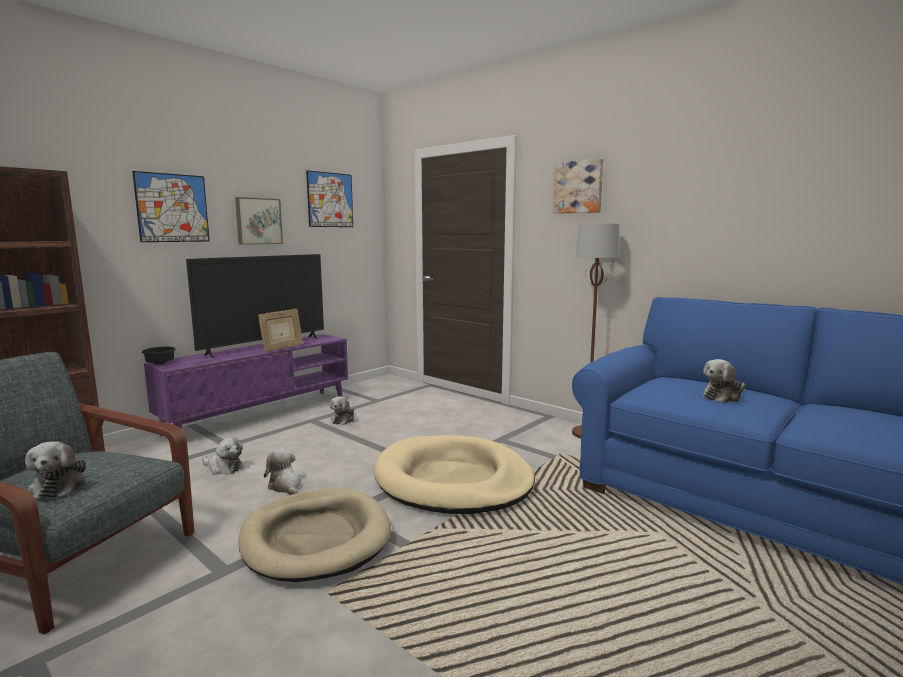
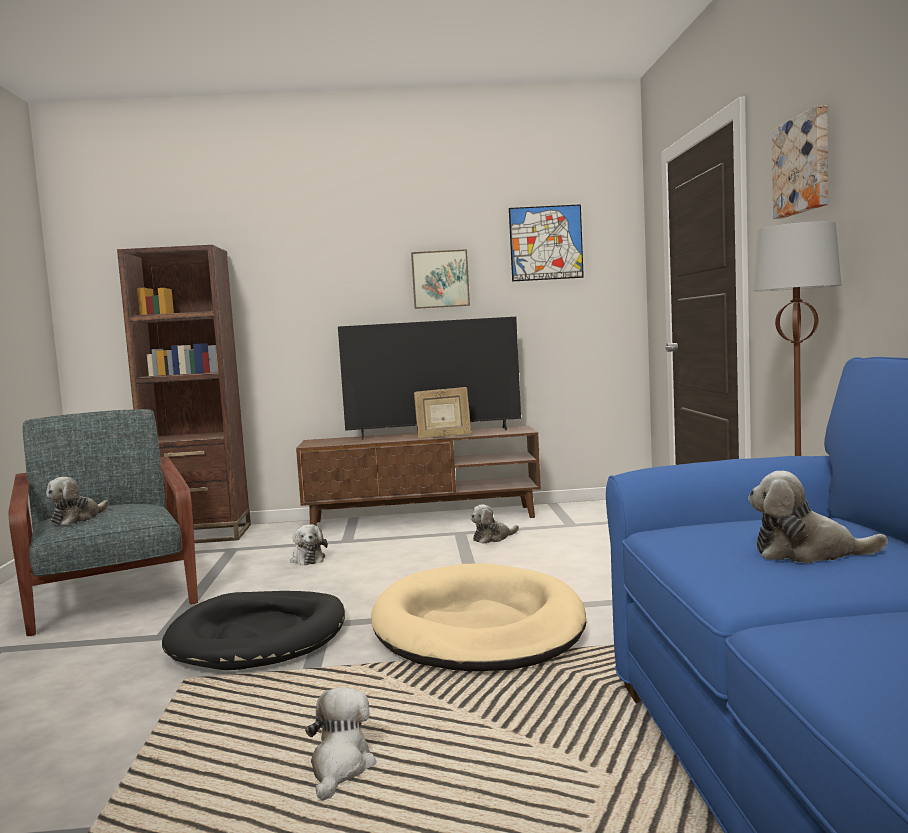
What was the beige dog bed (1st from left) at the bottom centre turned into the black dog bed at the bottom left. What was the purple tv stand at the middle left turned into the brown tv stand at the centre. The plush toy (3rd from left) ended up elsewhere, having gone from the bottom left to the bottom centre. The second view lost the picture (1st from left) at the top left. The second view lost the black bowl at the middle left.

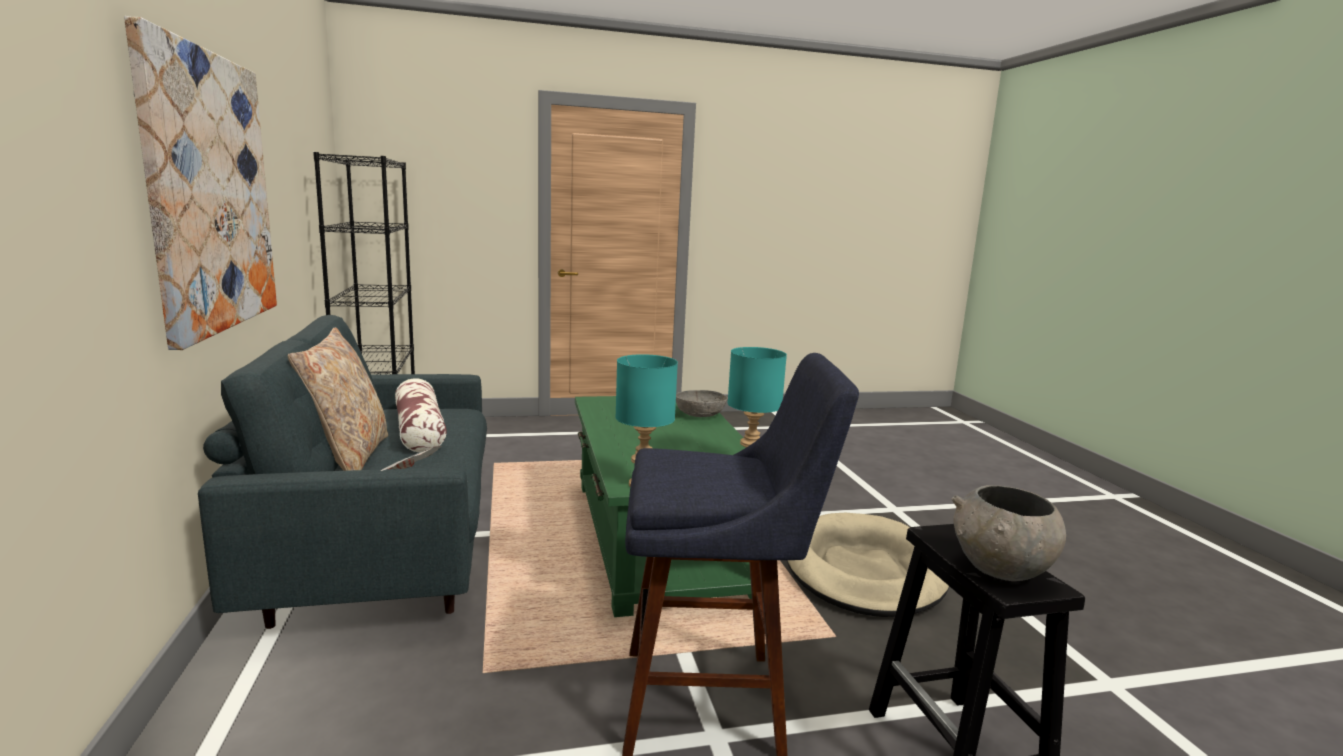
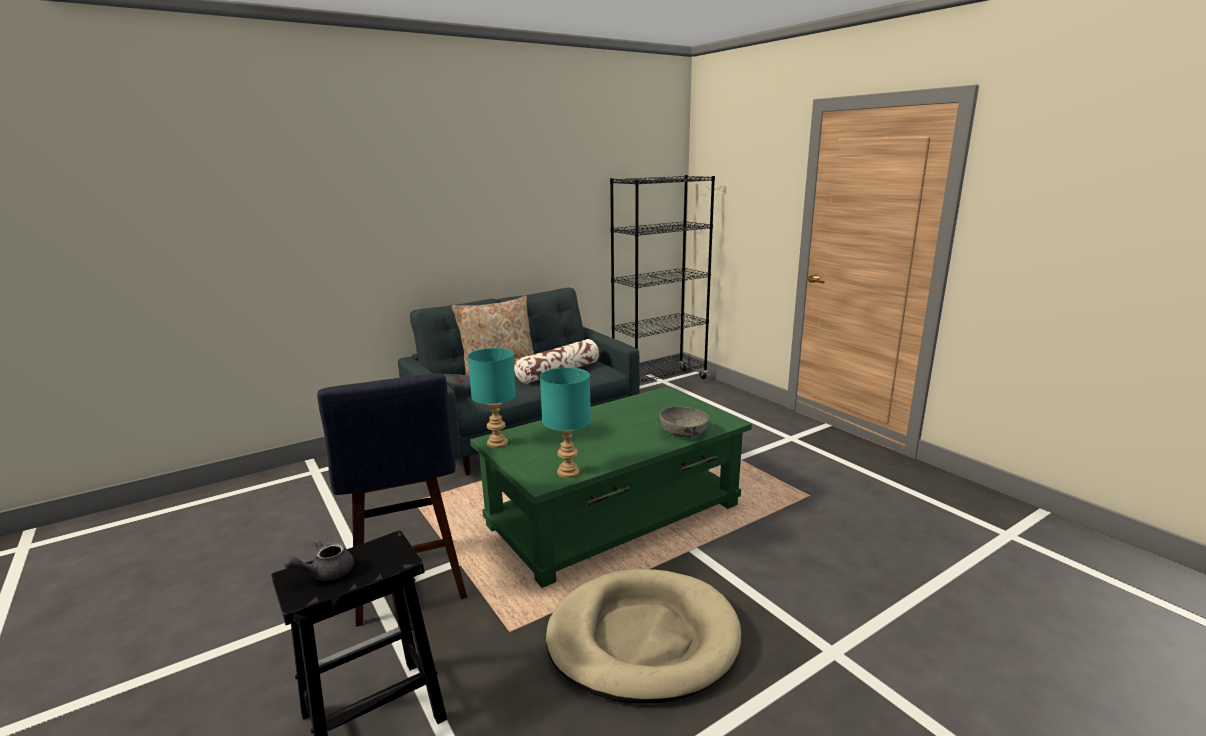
Where the grey bowl (2nd from left) stood at the bottom right, the grey teapot came to stand at the bottom left. The second view lost the picture at the top left.

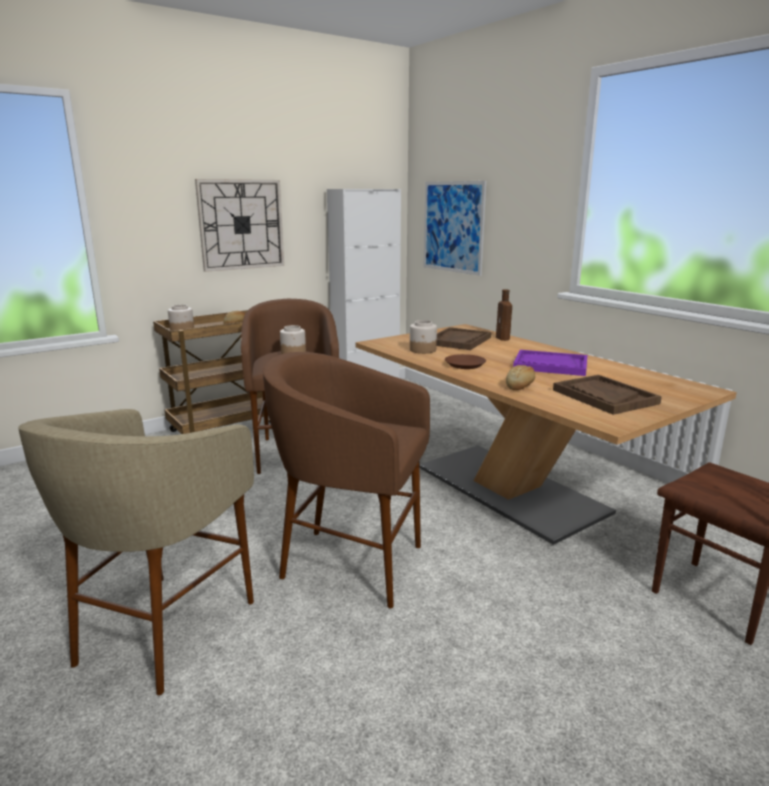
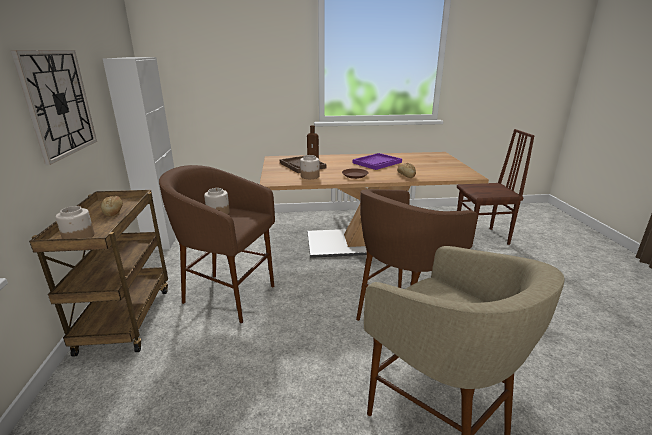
The second view lost the picture at the top centre. The second view lost the brown tray (2nd from left) at the middle right.

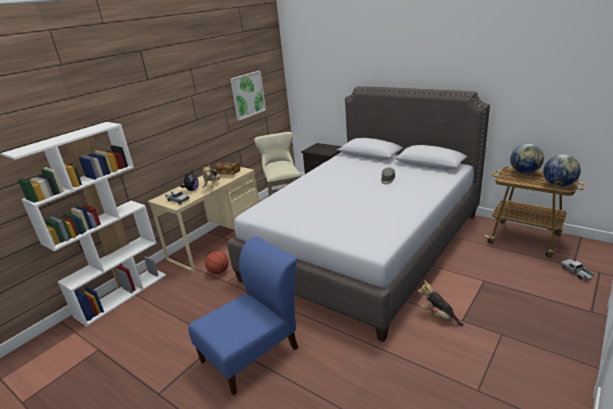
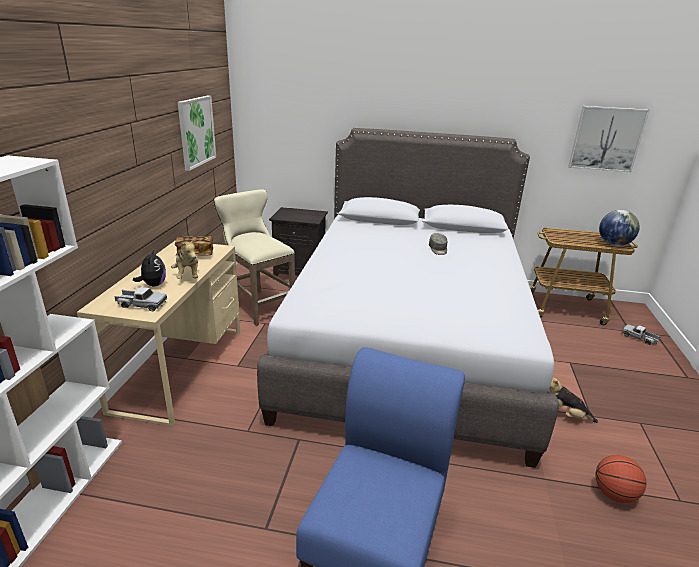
The second view gained the picture (2nd from left) at the top right. The basketball ended up elsewhere, having gone from the centre to the bottom right. The second view lost the globe (1st from left) at the middle right.

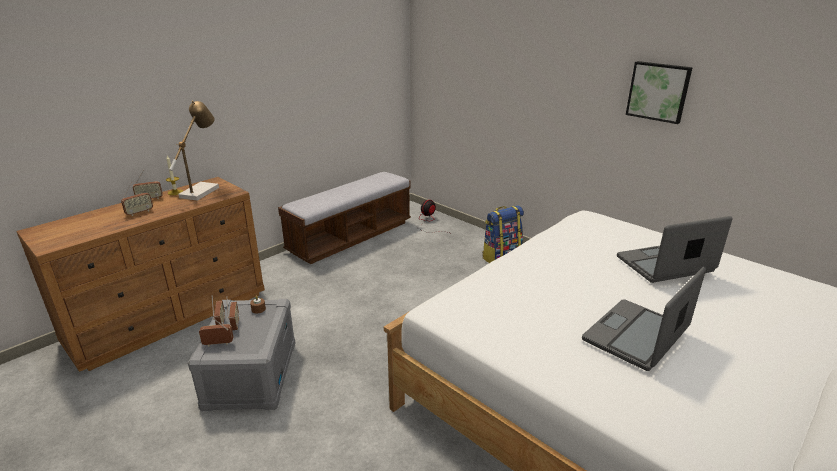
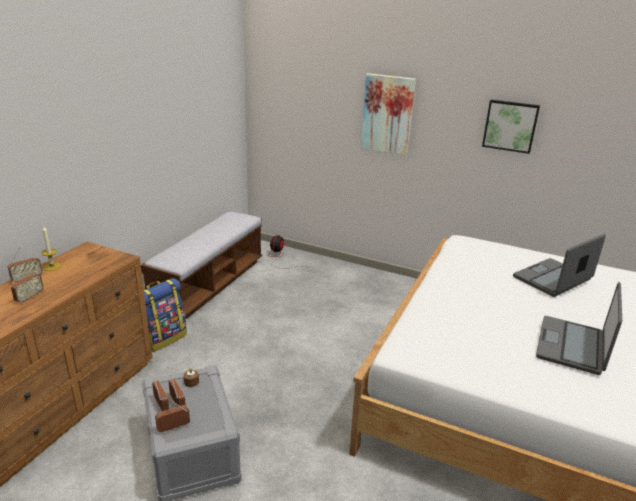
The backpack ended up elsewhere, having gone from the centre to the middle left. The second view gained the picture (1st from left) at the top centre. The second view lost the table lamp at the top left.

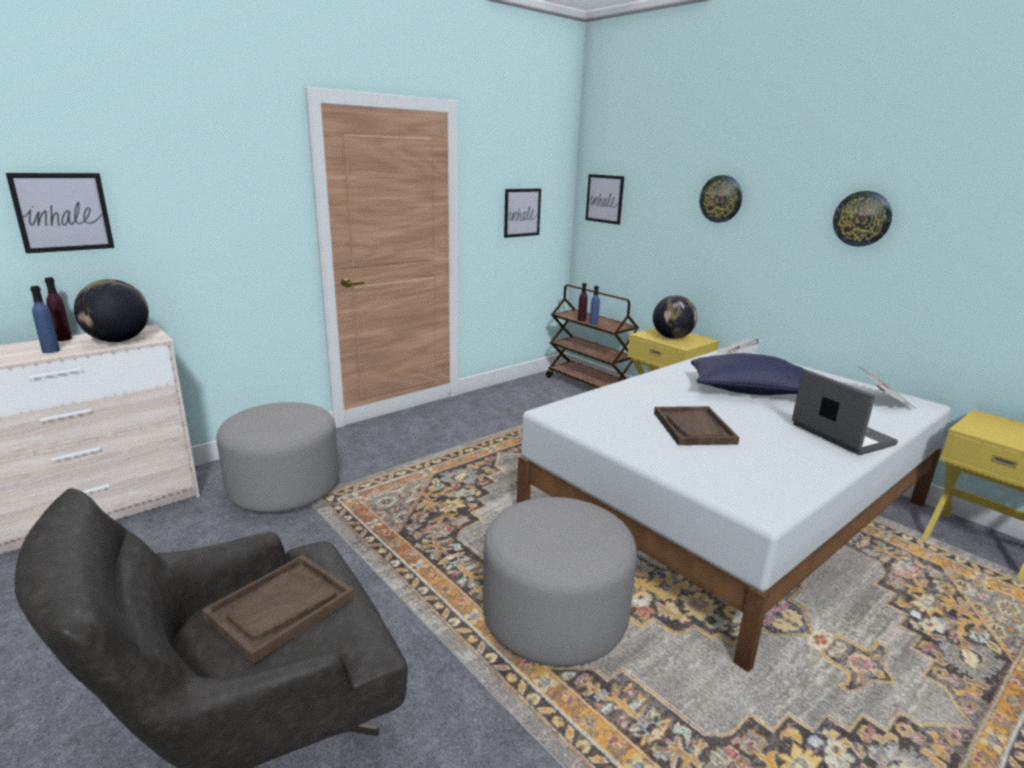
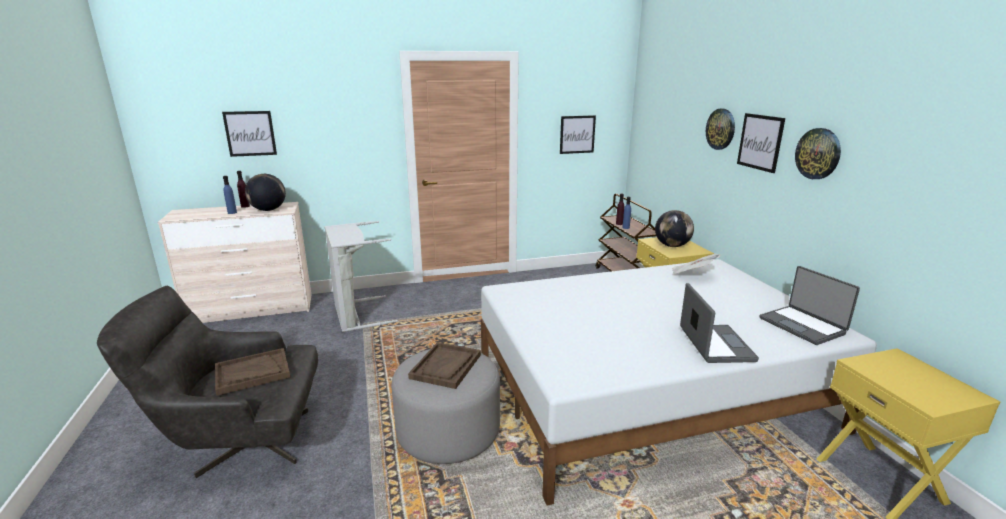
Where the grey ottoman (1st from left) stood at the middle left, the grey laundry basket came to stand at the centre. The brown tray (2nd from left) ended up elsewhere, having gone from the middle right to the bottom centre. The picture (3rd from left) ended up elsewhere, having gone from the top centre to the top right. Where the newspaper (2nd from left) stood at the middle right, the laptop (2nd from left) came to stand at the middle right. The second view lost the blue pillow at the middle right.

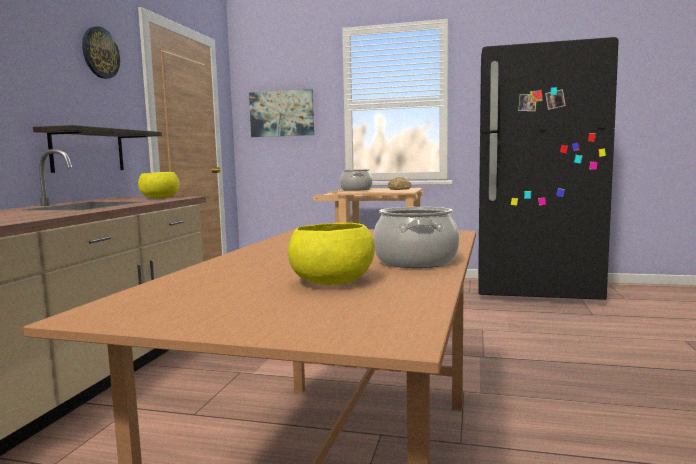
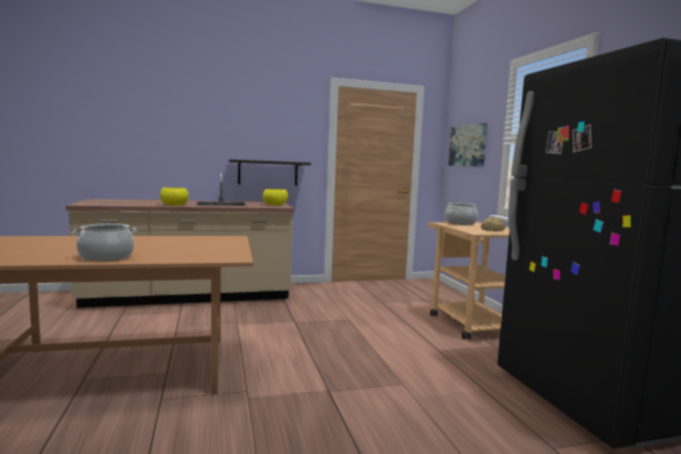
The yellow bowl (2nd from left in the first image) ended up elsewhere, having gone from the centre to the middle left. The second view lost the wall clock at the top left.

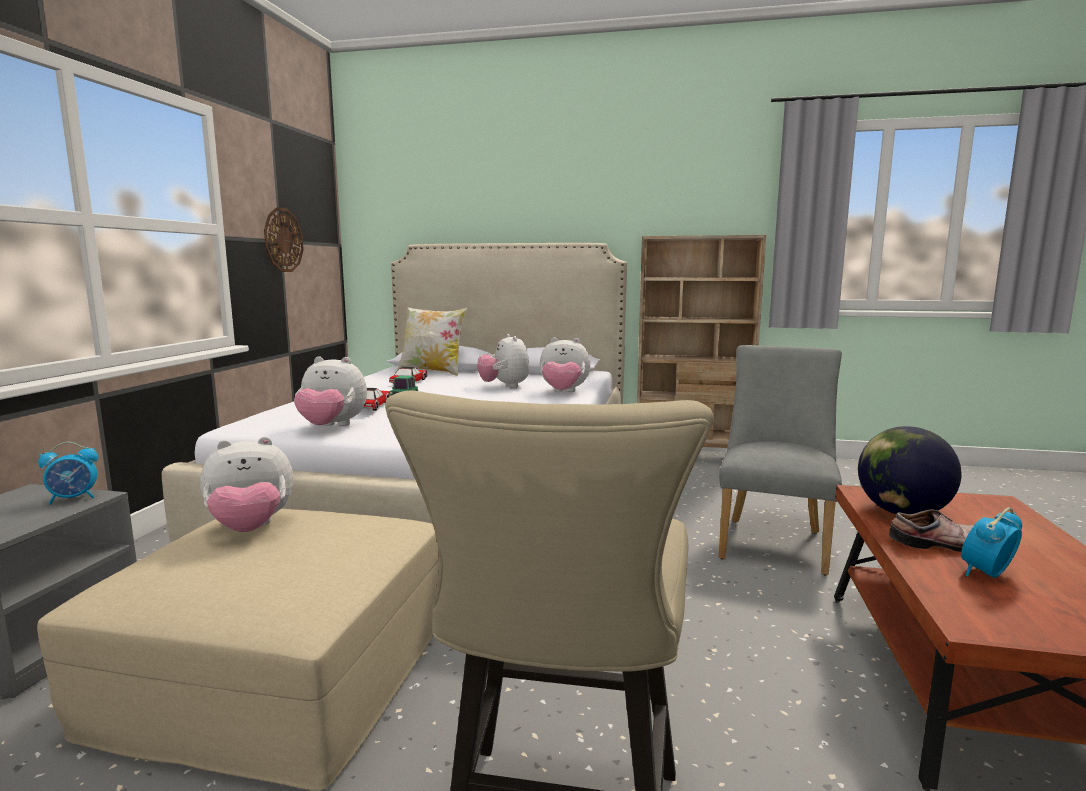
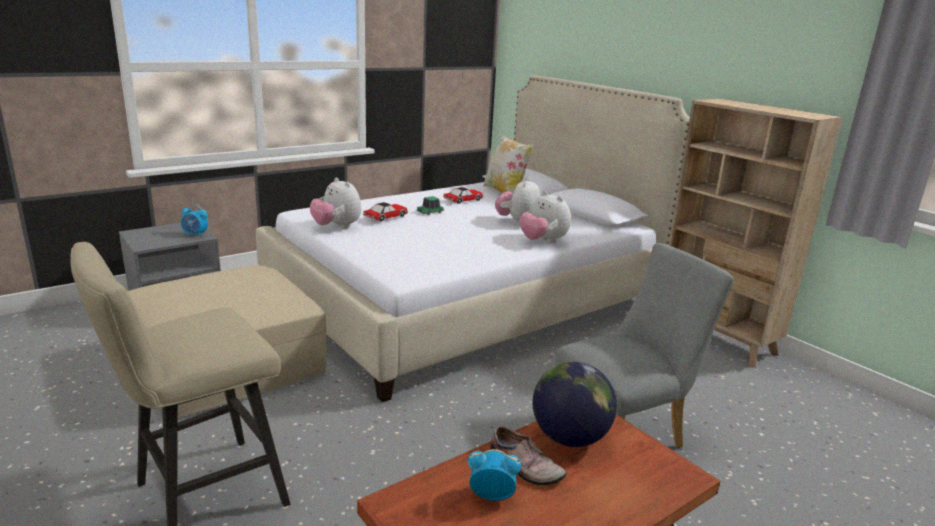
The second view lost the plush toy (1st from left) at the middle left. The second view lost the wall clock at the top left.

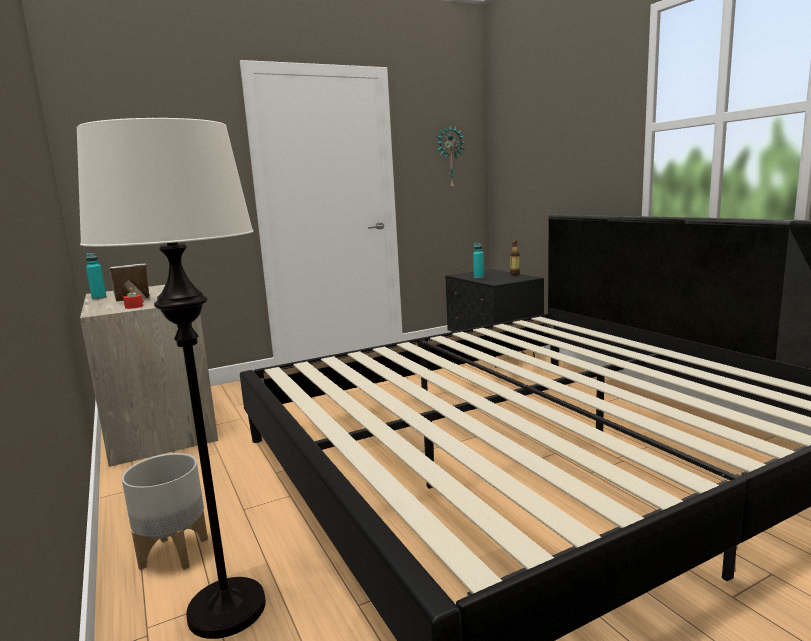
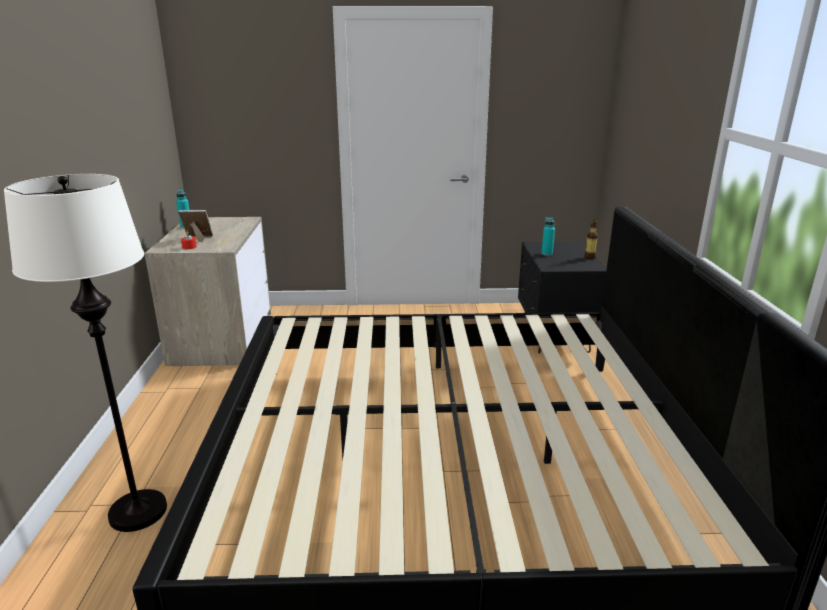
The second view lost the grey planter at the bottom left. The second view lost the wall clock at the top centre.

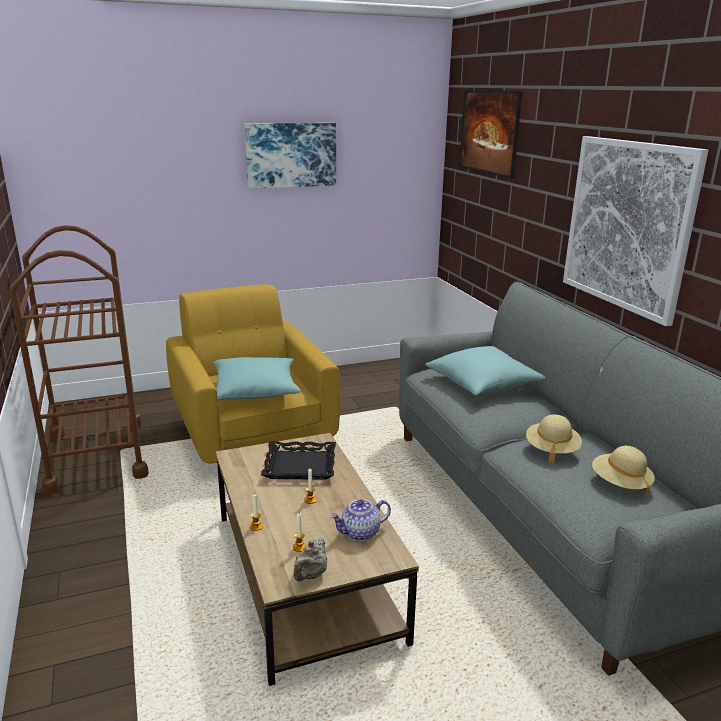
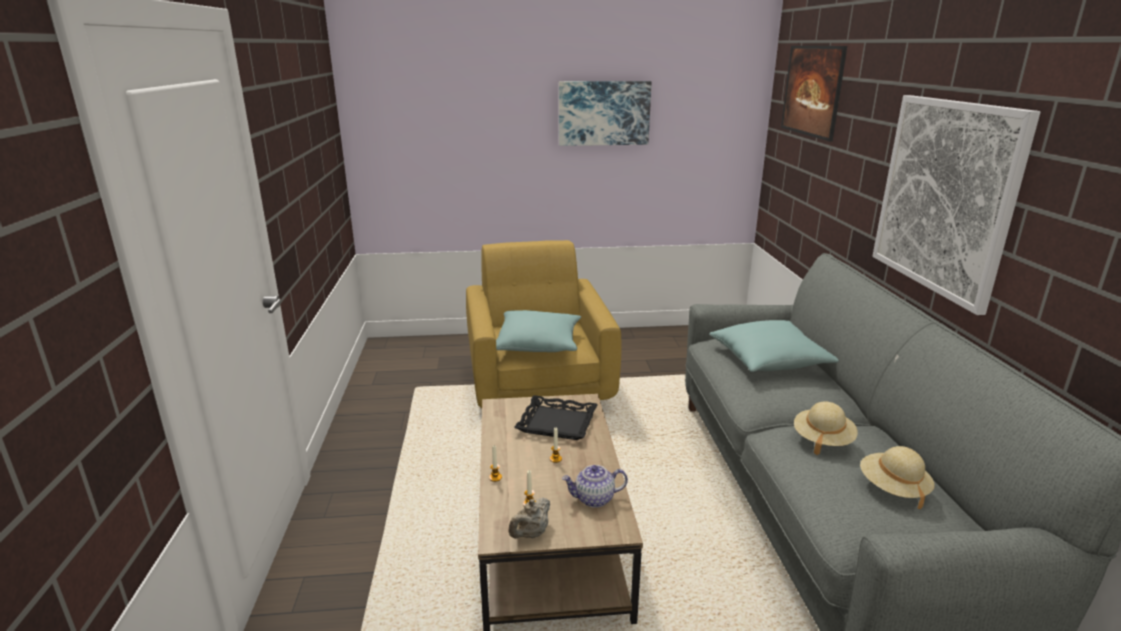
The second view lost the brown cart at the middle left.

